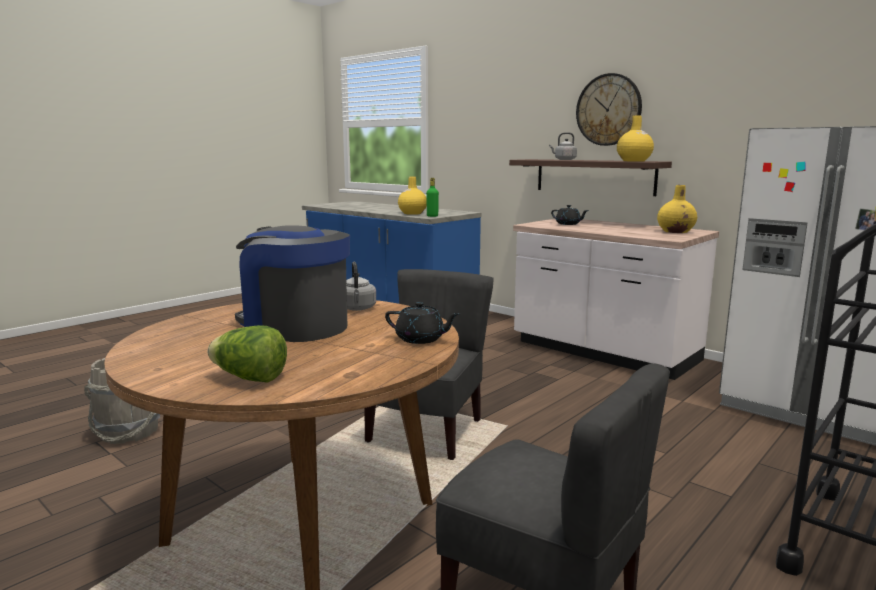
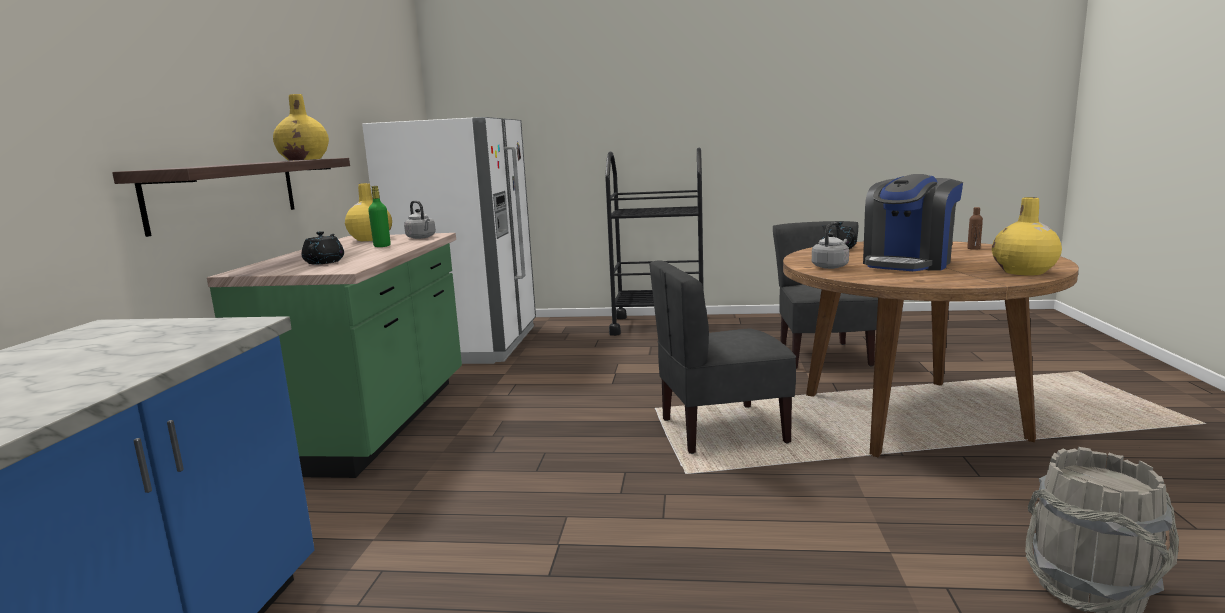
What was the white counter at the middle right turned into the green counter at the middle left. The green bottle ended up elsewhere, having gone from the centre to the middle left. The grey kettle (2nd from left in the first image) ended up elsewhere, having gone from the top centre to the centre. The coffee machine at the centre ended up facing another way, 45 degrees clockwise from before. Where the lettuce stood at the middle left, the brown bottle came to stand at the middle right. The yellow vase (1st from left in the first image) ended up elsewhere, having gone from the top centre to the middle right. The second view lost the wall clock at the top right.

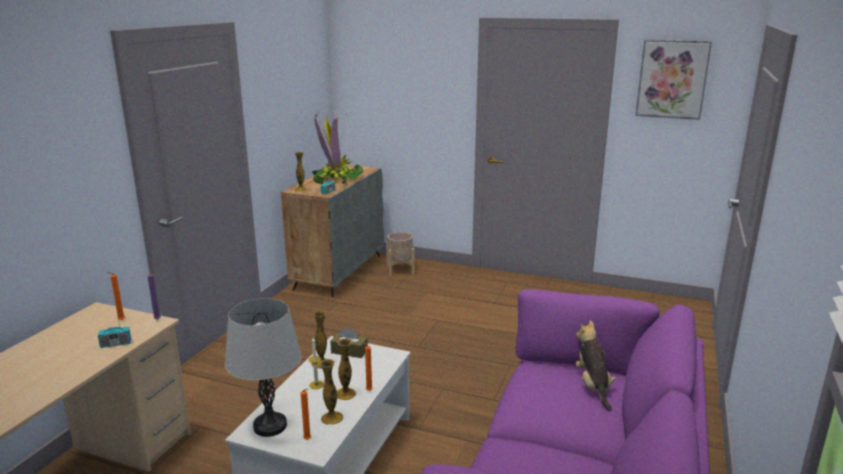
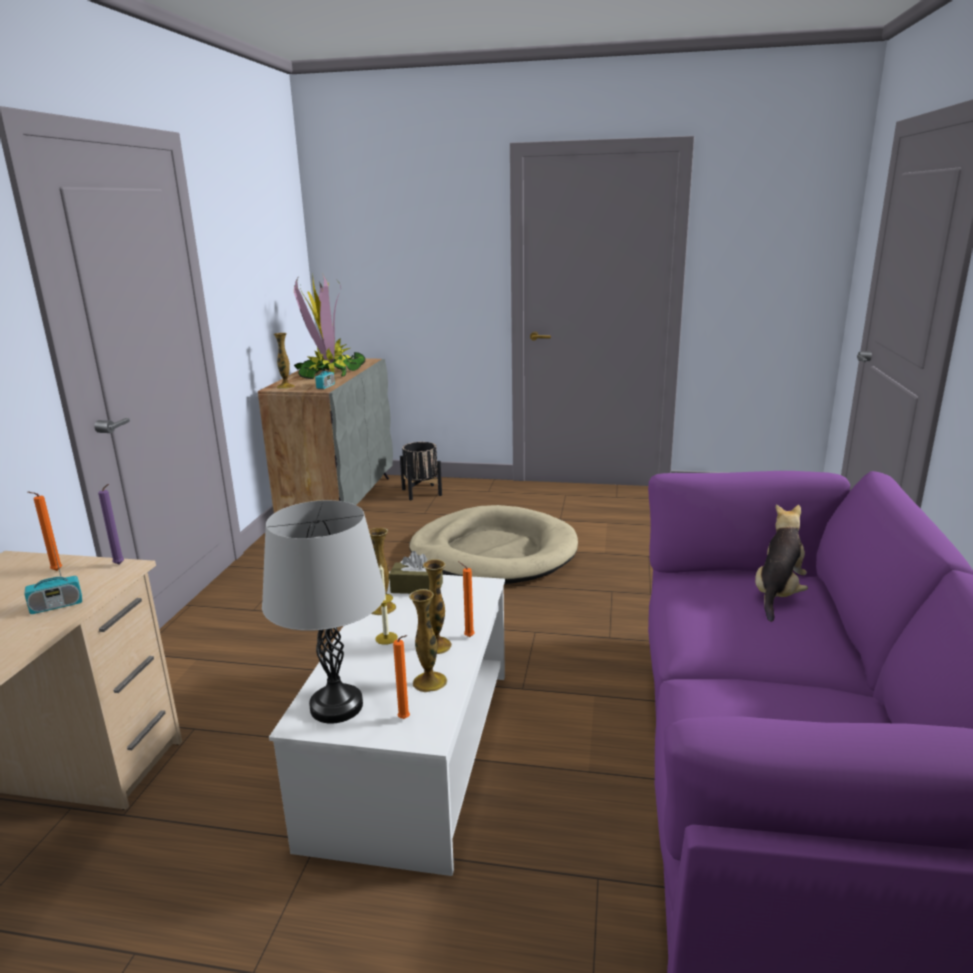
What was the beige planter at the centre turned into the black planter at the centre. The second view gained the beige dog bed at the centre. The plush toy at the bottom right ended up facing another way, 45 degrees clockwise from before. The second view lost the picture at the top right.

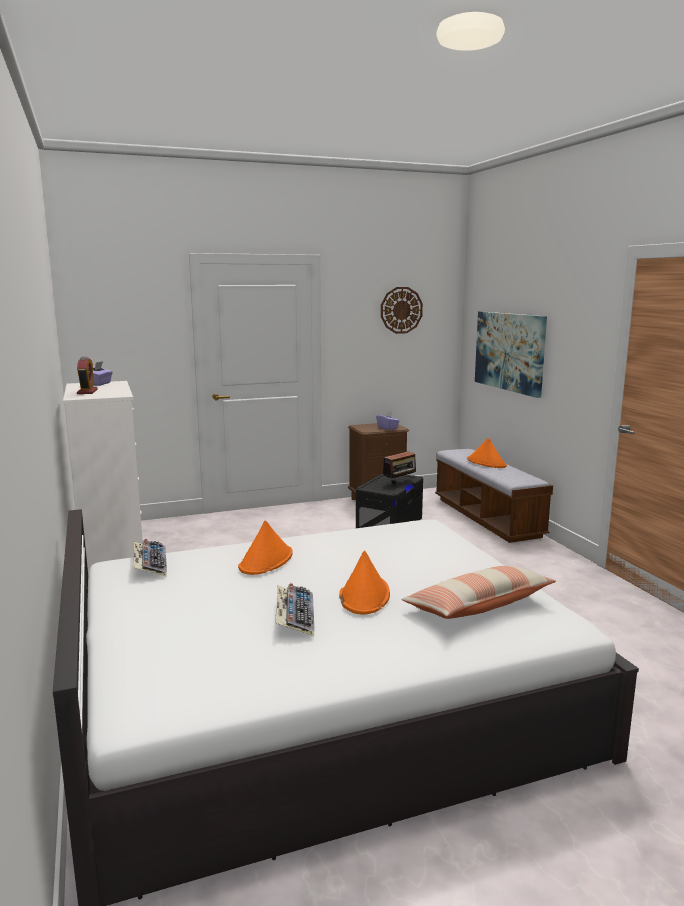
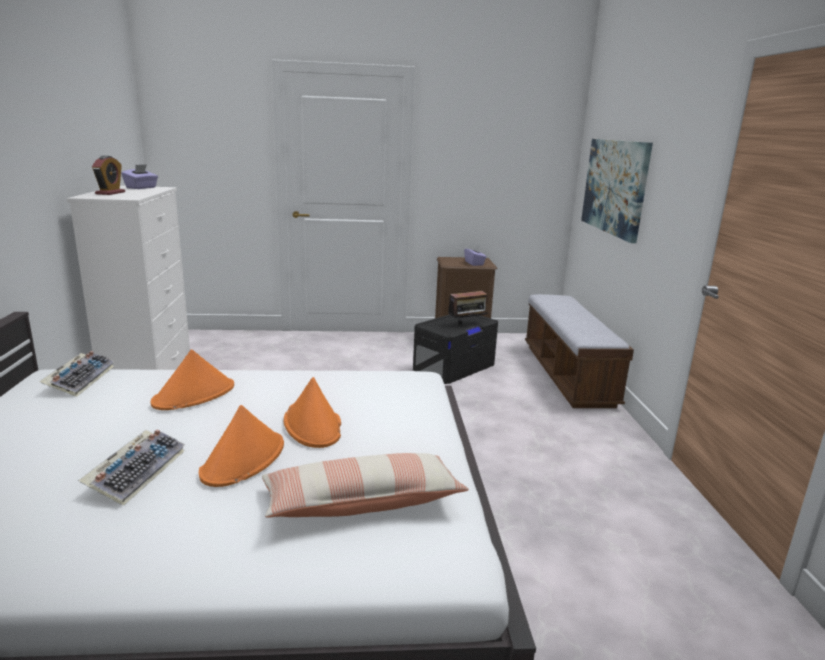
The orange hat (3rd from left) ended up elsewhere, having gone from the middle right to the centre. The second view lost the wall clock at the centre.

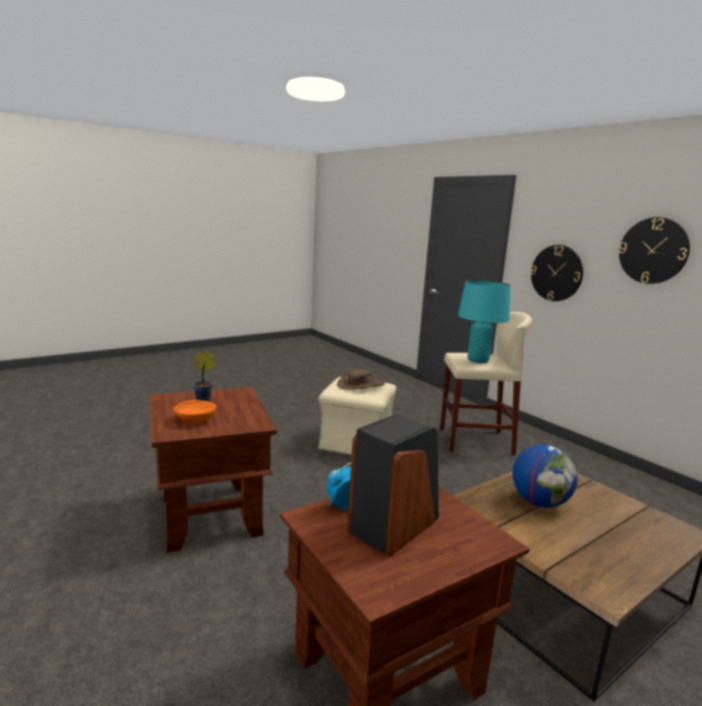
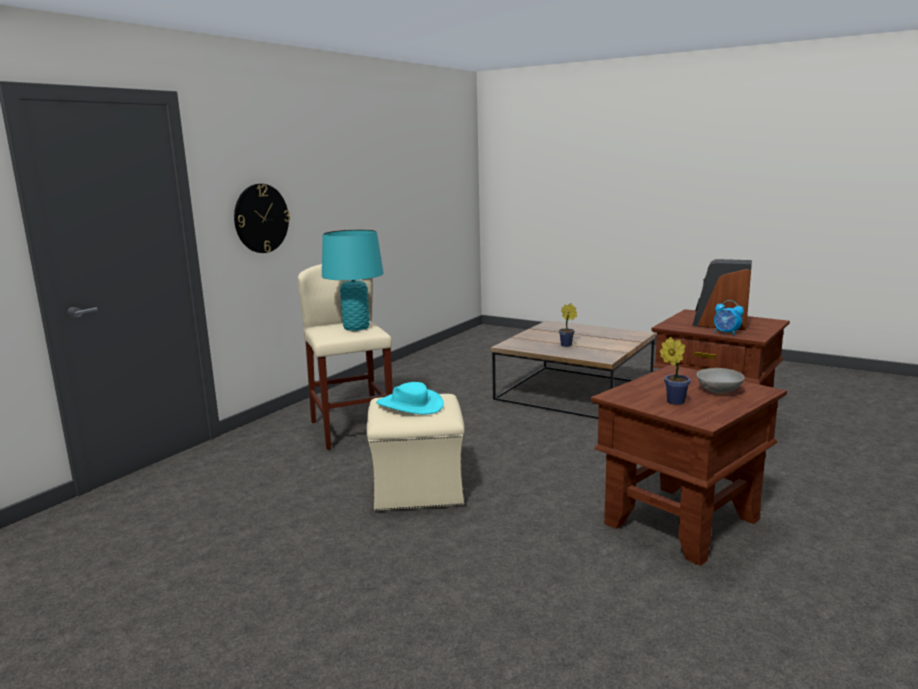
What was the brown hat at the centre turned into the turquoise hat at the centre. Where the globe stood at the bottom right, the potted plant (1st from left) came to stand at the centre. What was the orange bowl at the middle left turned into the grey bowl at the middle right. The second view lost the wall clock (2nd from left) at the middle right.

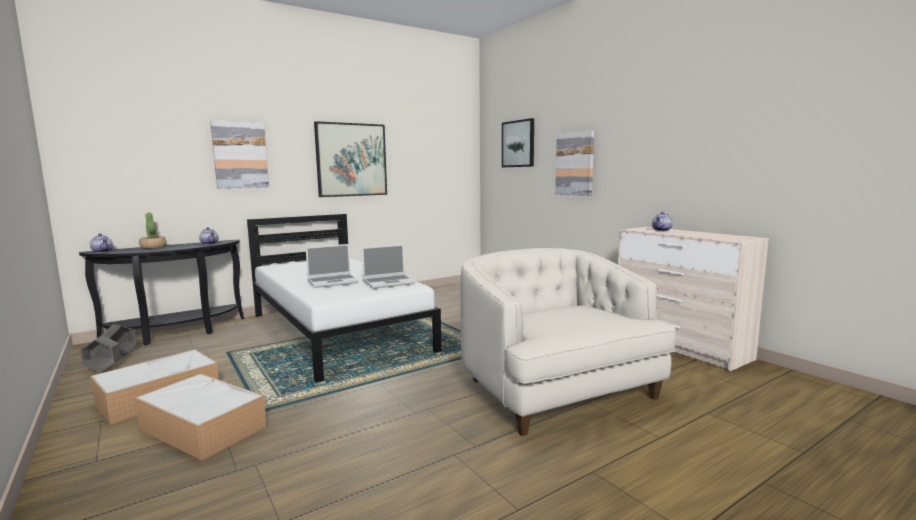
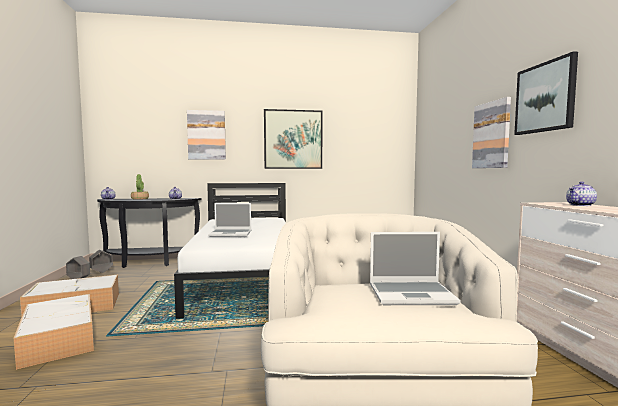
The laptop (2nd from left) ended up elsewhere, having gone from the centre to the middle right. The picture (3rd from left in the first image) ended up elsewhere, having gone from the top centre to the top right.

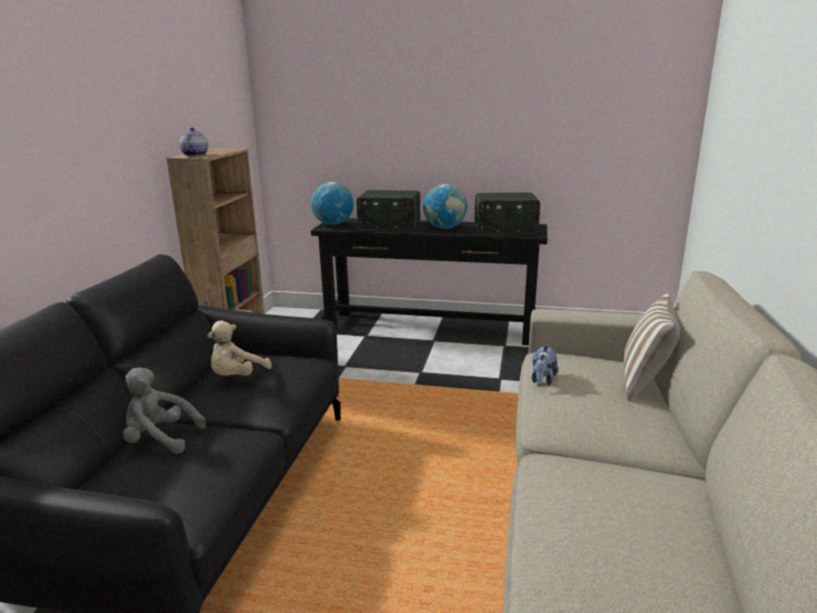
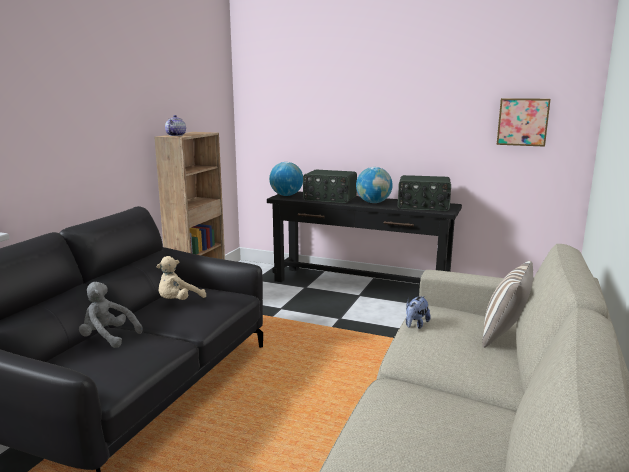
The second view gained the picture at the top right.

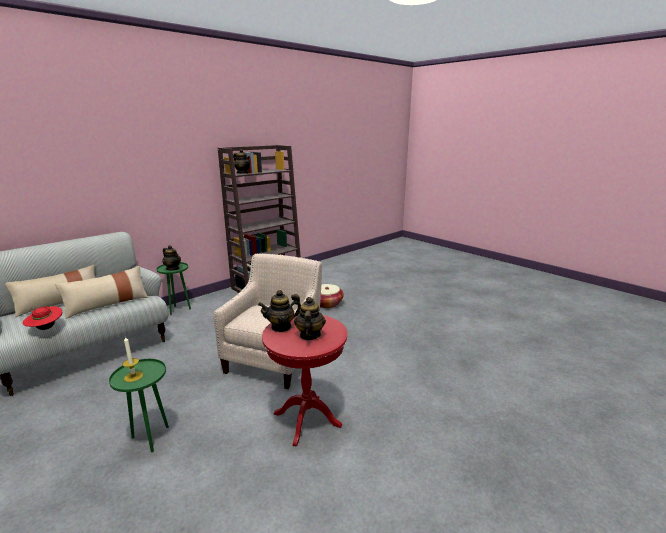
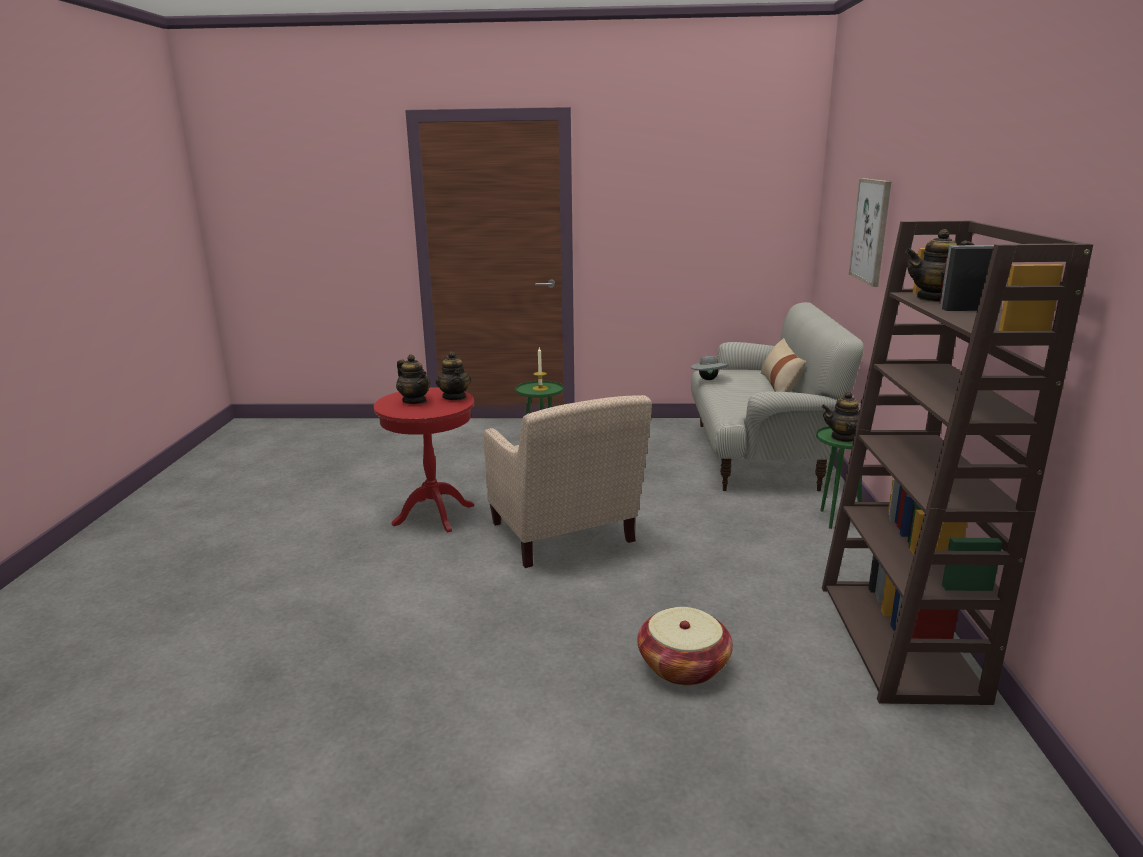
The teapot (3rd from left in the first image) at the centre ended up facing another way, 135 degrees clockwise from before. What was the red hat at the middle left turned into the grey hat at the centre. The second view gained the picture at the top right. The second view lost the beige pillow (2nd from left) at the middle left.

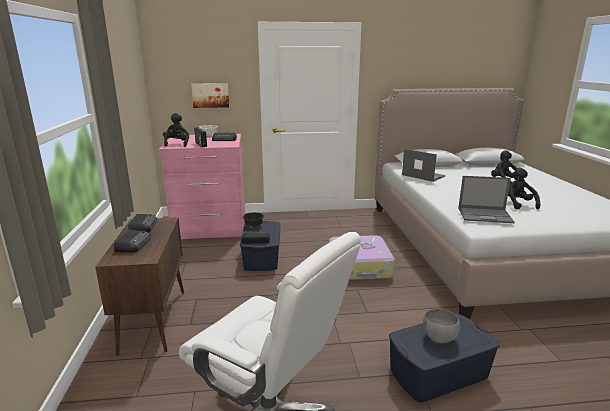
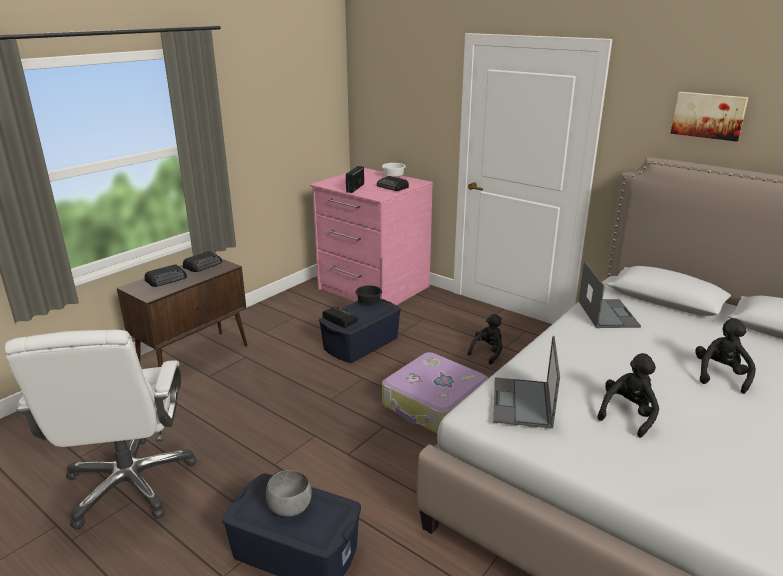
The black plush toy (1st from left) ended up elsewhere, having gone from the top left to the centre. The laptop (2nd from left in the first image) at the middle right ended up facing another way, 45 degrees clockwise from before. The picture ended up elsewhere, having gone from the top centre to the top right.

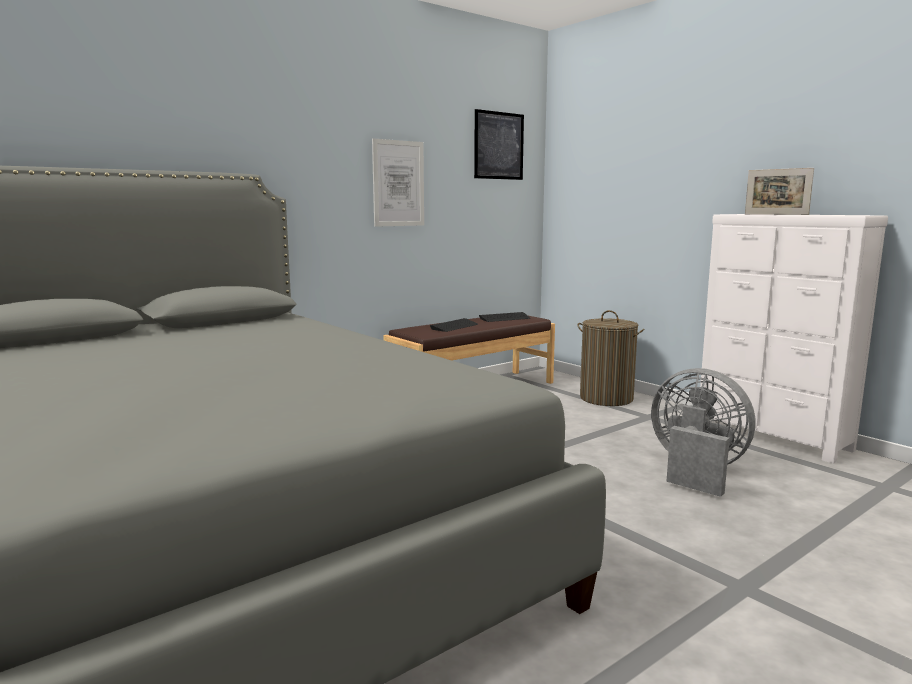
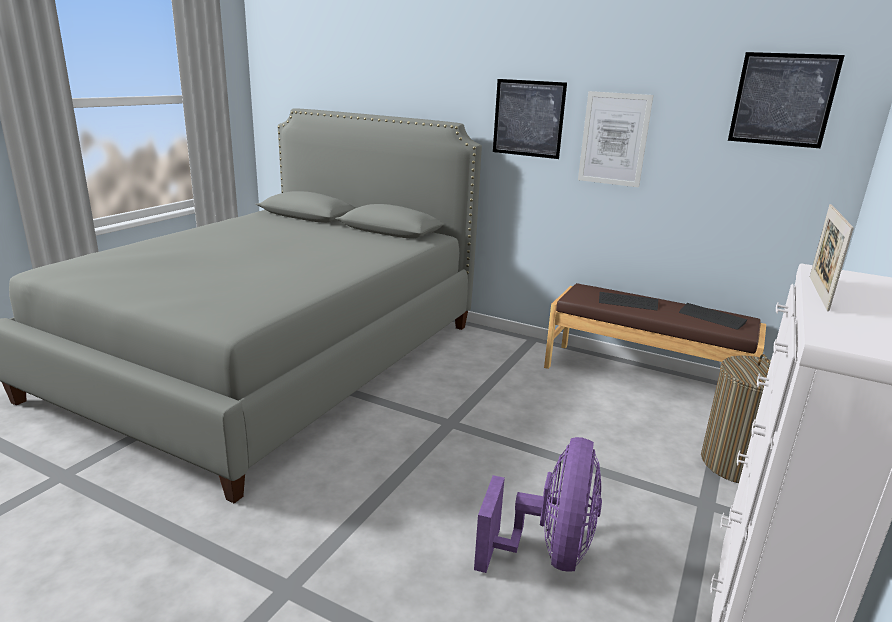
What was the grey fan at the middle right turned into the purple fan at the bottom centre. The second view gained the picture (1st from left) at the top centre.

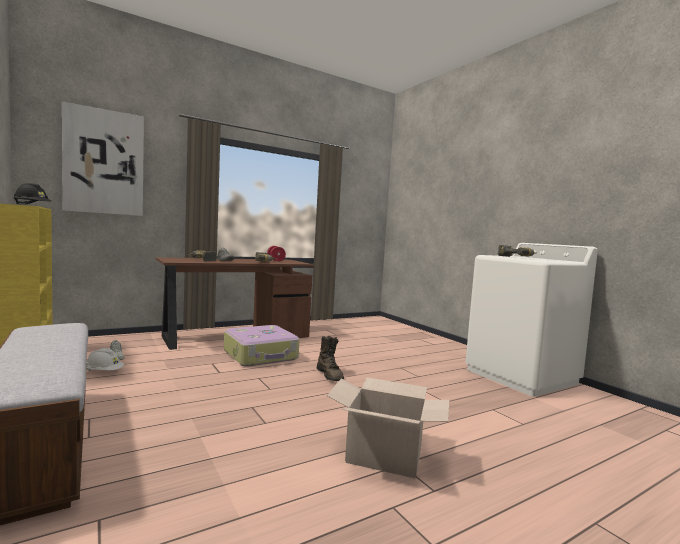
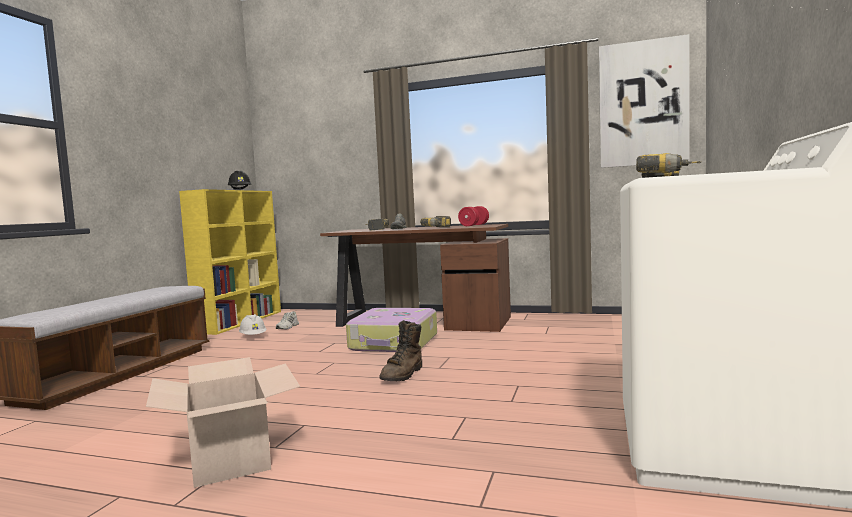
The picture ended up elsewhere, having gone from the top left to the top right.

